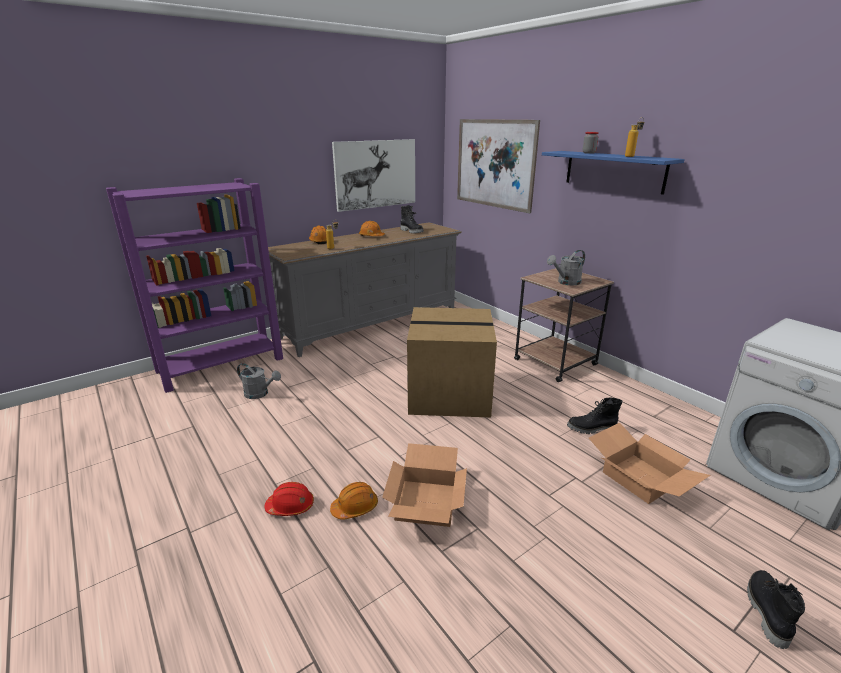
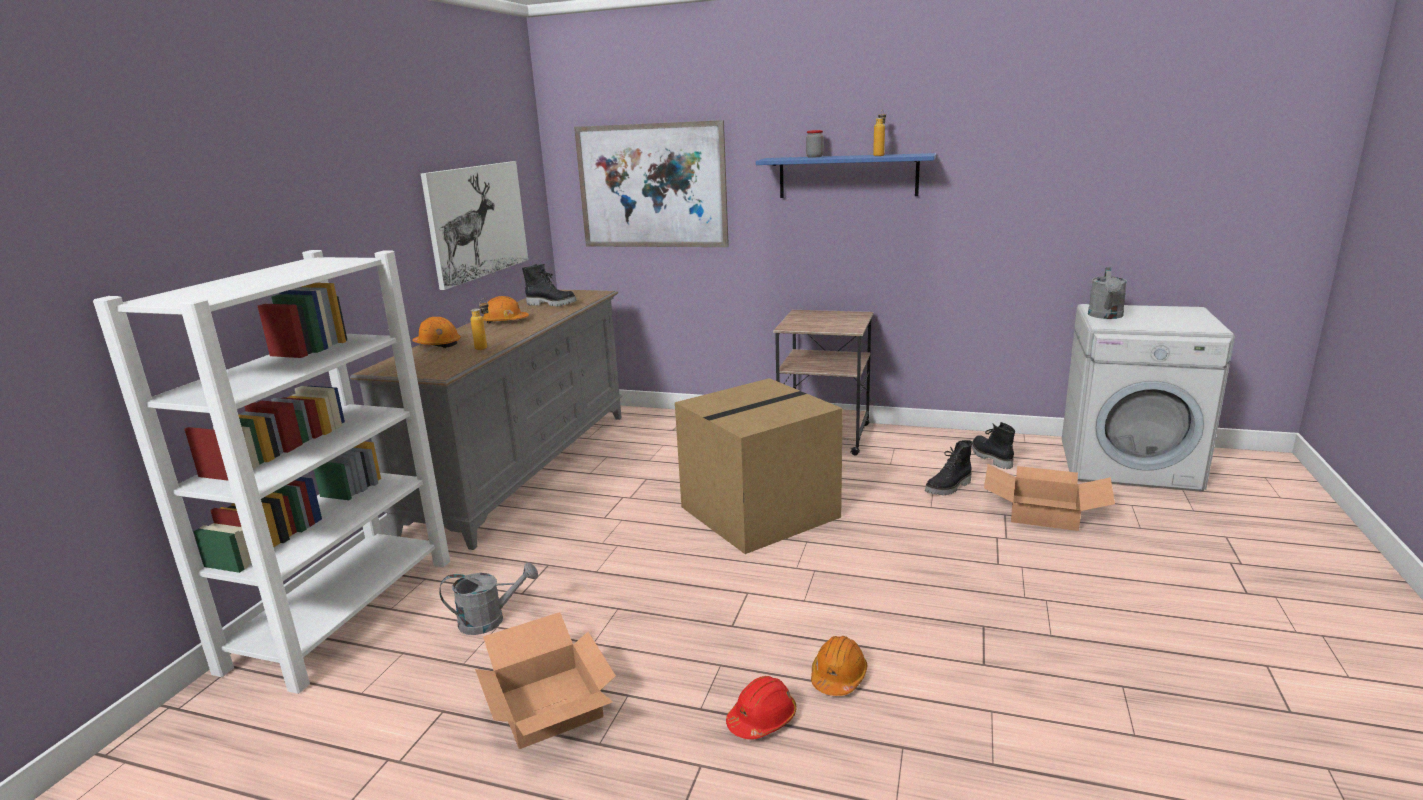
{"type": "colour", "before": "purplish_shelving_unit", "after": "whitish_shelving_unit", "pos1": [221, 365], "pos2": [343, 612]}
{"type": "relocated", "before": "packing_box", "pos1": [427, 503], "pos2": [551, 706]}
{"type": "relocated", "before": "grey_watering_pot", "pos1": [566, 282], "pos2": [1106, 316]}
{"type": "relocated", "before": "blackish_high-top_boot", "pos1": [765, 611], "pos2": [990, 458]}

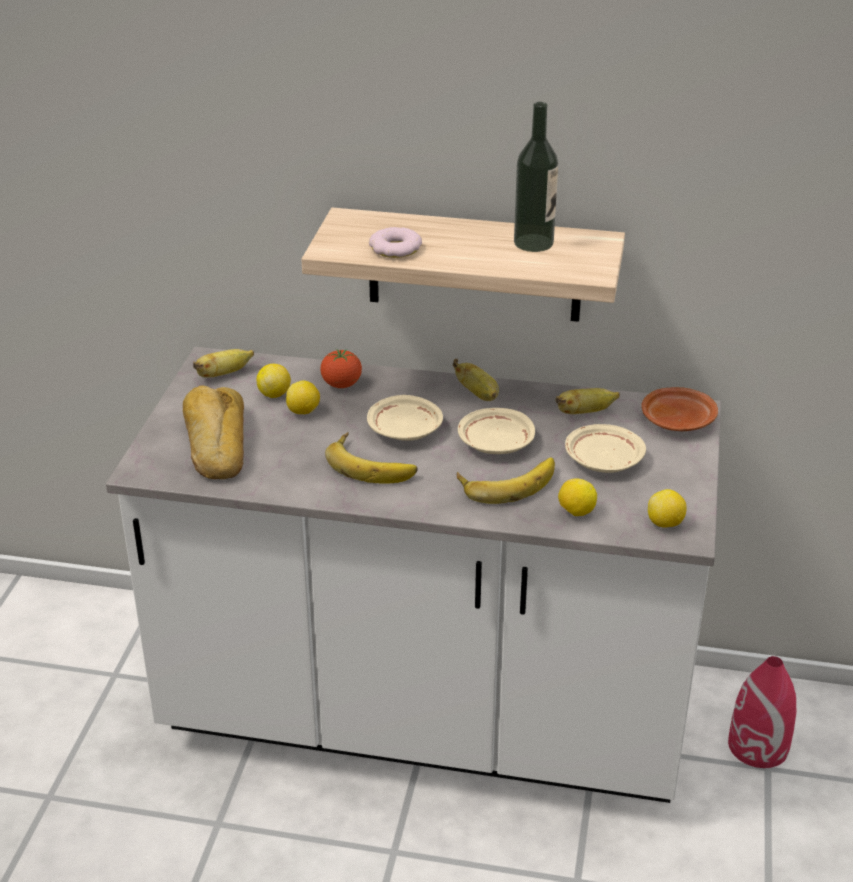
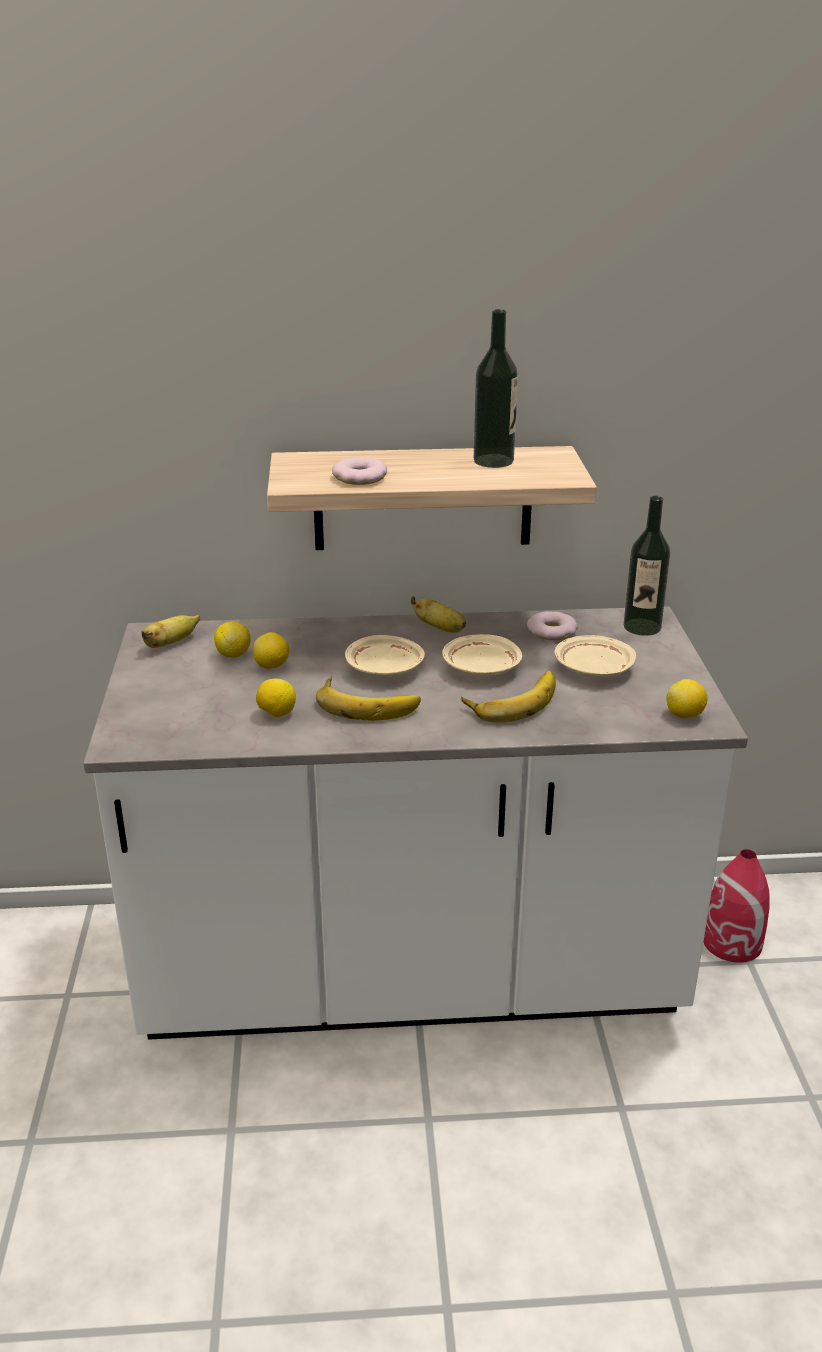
{"type": "missing", "before": "bread", "pos1": [215, 443]}
{"type": "missing", "before": "whole_tomato", "pos1": [341, 385]}
{"type": "exchanged", "before": "whole_banana", "after": "ring_doughnut", "pos1": [585, 412], "pos2": [552, 631]}
{"type": "relocated", "before": "citrus_fruit", "pos1": [576, 512], "pos2": [276, 714]}
{"type": "exchanged", "before": "brownish_flat_dish", "after": "bottle", "pos1": [678, 420], "pos2": [642, 627]}

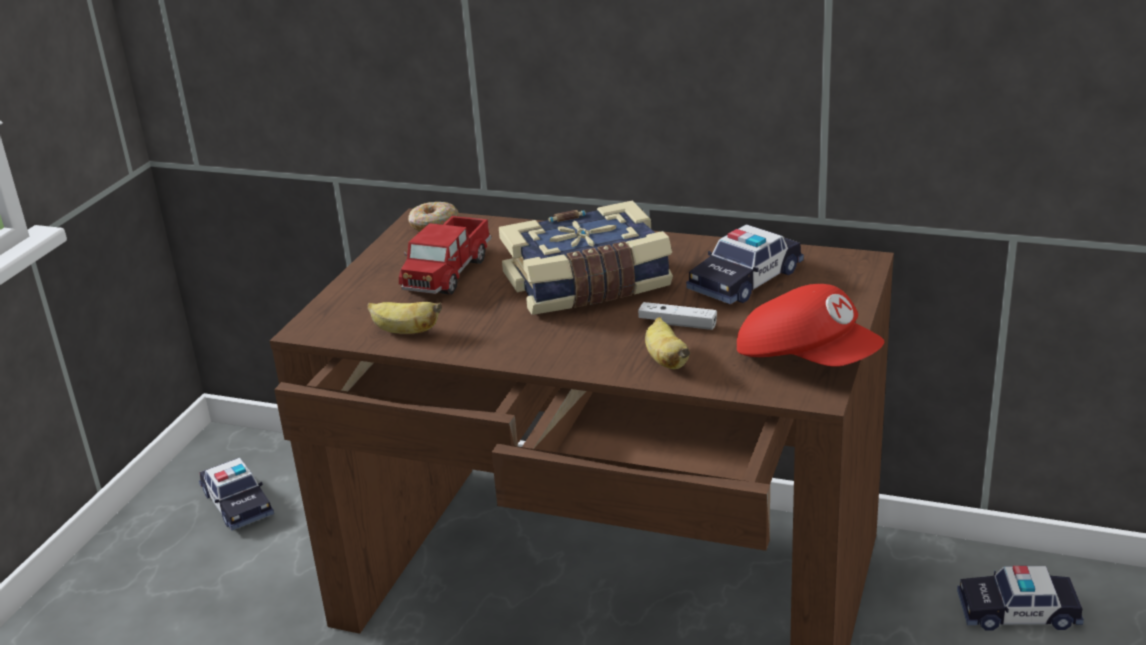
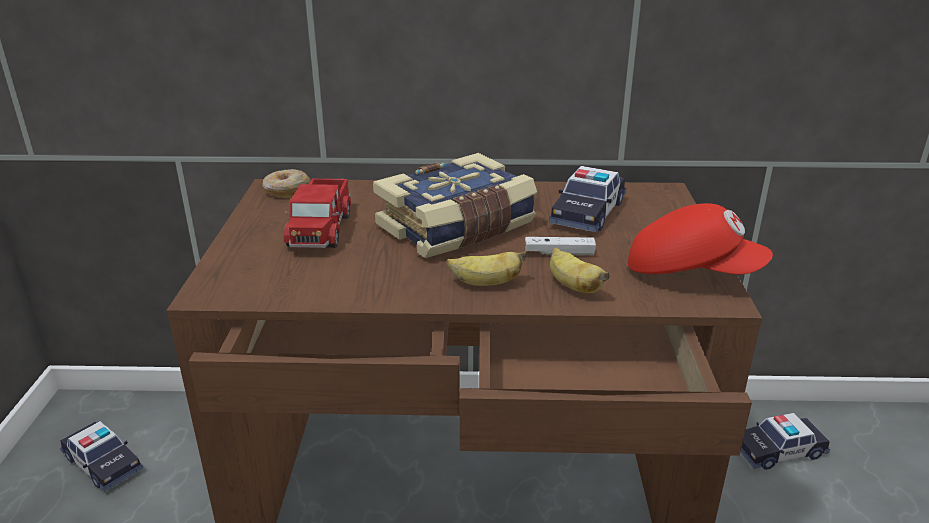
{"type": "relocated", "before": "whole_banana", "pos1": [404, 331], "pos2": [485, 283]}

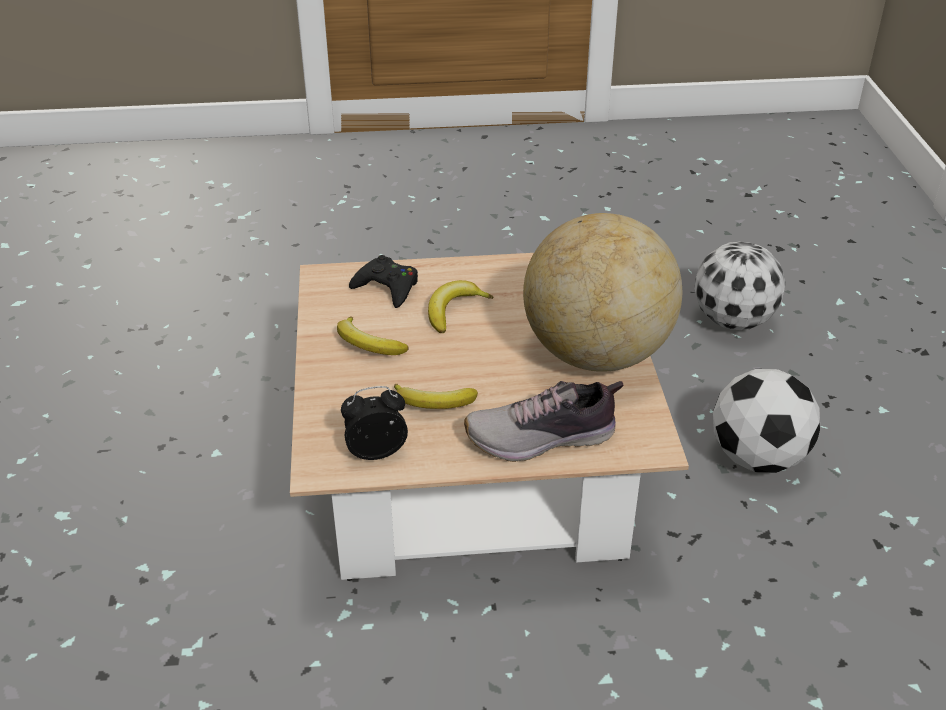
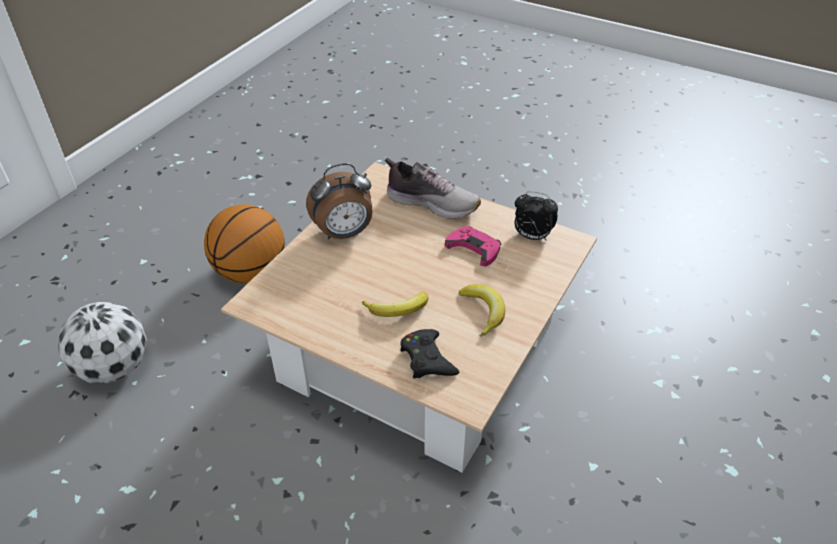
{"type": "exchanged", "before": "whole_banana", "after": "pinkish_game_controller", "pos1": [434, 404], "pos2": [474, 248]}
{"type": "exchanged", "before": "desk_globe", "after": "bedside_clock", "pos1": [596, 354], "pos2": [344, 233]}
{"type": "exchanged", "before": "ball_for_football", "after": "basketball", "pos1": [757, 458], "pos2": [250, 272]}

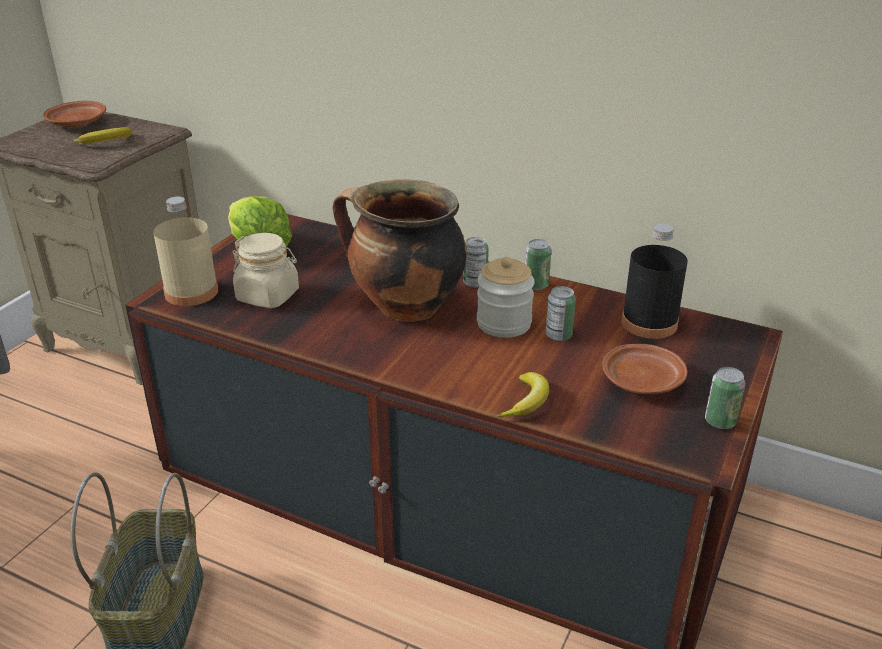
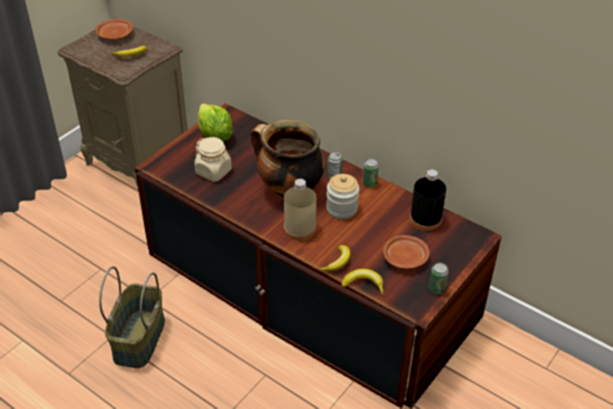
{"type": "relocated", "before": "sand-coloured_bottle", "pos1": [191, 292], "pos2": [300, 229]}
{"type": "missing", "before": "sealed_can", "pos1": [558, 335]}
{"type": "appeared", "after": "whole_banana", "pos2": [363, 284]}

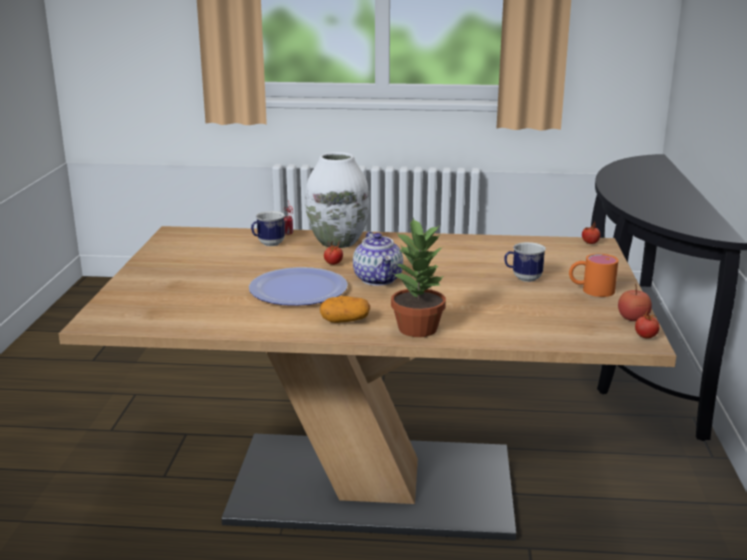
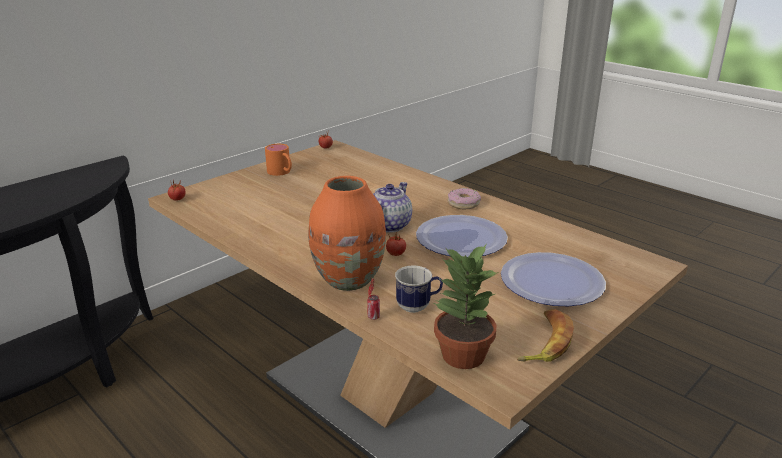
{"type": "colour", "before": "whitish_flower_vase", "after": "orange_flower_vase", "pos1": [337, 242], "pos2": [349, 280]}
{"type": "exchanged", "before": "whole_potato", "after": "ring_doughnut", "pos1": [345, 321], "pos2": [463, 204]}
{"type": "relocated", "before": "potted_plant", "pos1": [418, 328], "pos2": [462, 355]}
{"type": "missing", "before": "coffee_mug", "pos1": [522, 278]}
{"type": "missing", "before": "apple", "pos1": [633, 318]}
{"type": "appeared", "after": "flat_dish", "pos2": [552, 281]}
{"type": "appeared", "after": "whole_banana", "pos2": [545, 342]}

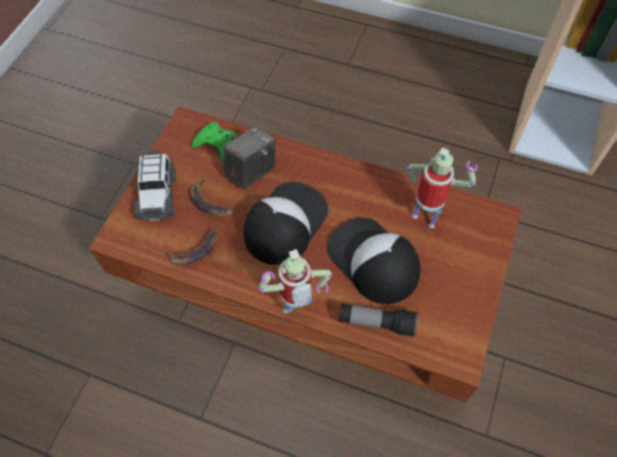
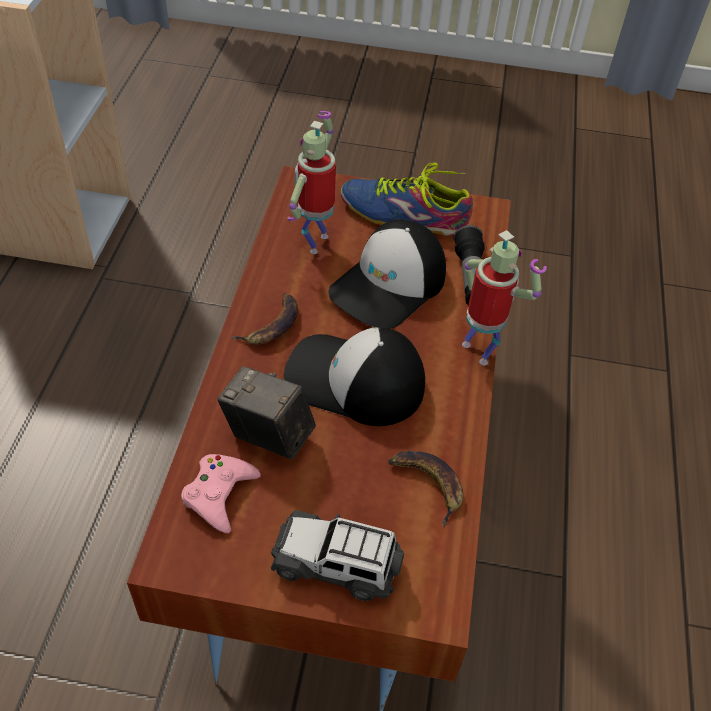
{"type": "spun", "before": "miniature_car", "pos1": [157, 194], "pos2": [336, 564], "turn": -150}
{"type": "relocated", "before": "whole_banana", "pos1": [211, 202], "pos2": [272, 324]}
{"type": "colour", "before": "greenish_game_controller", "after": "pinkish_game_controller", "pos1": [217, 145], "pos2": [219, 494]}
{"type": "appeared", "after": "low_shoe", "pos2": [404, 215]}

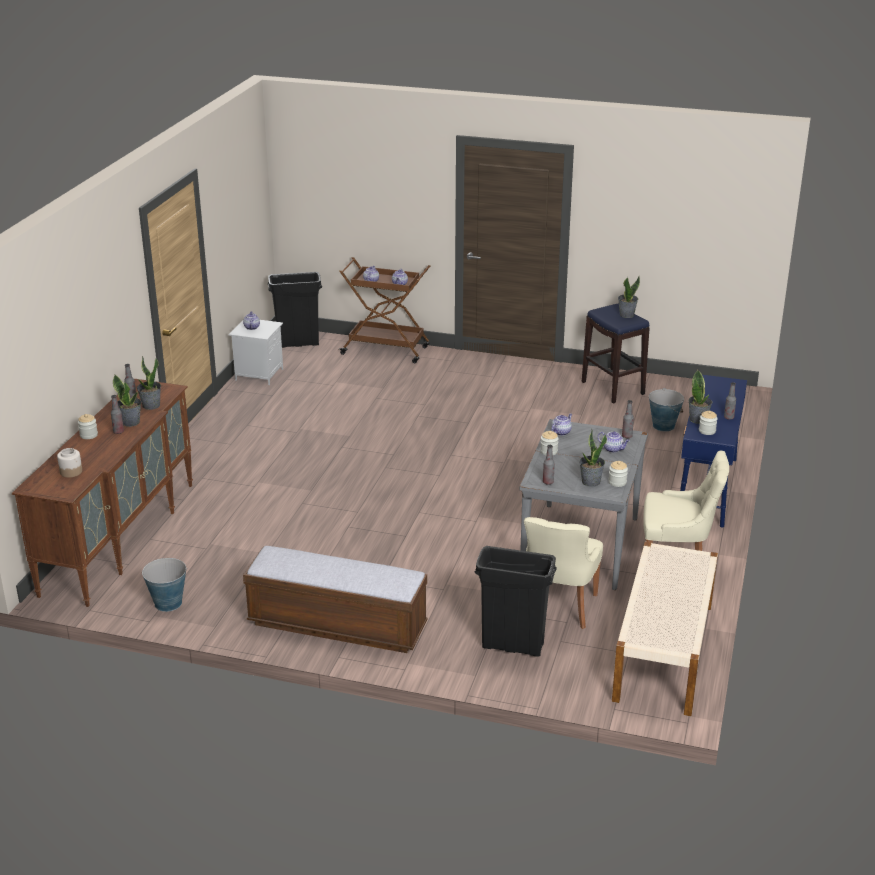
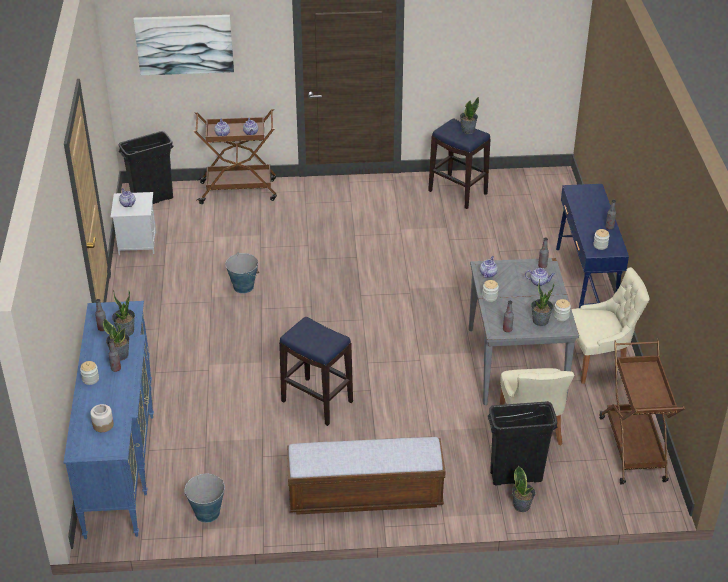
{"type": "colour", "before": "brownish_storage_cabinet", "after": "blue-coloured_storage_cabinet", "pos1": [121, 538], "pos2": [121, 456]}
{"type": "exchanged", "before": "sand-coloured_bench", "after": "brownish_cart", "pos1": [664, 651], "pos2": [632, 450]}
{"type": "relocated", "before": "water_bucket", "pos1": [663, 426], "pos2": [243, 286]}
{"type": "relocated", "before": "potted_plant", "pos1": [698, 419], "pos2": [522, 505]}
{"type": "appeared", "after": "wall_art", "pos2": [184, 44]}
{"type": "appeared", "after": "stool_seat", "pos2": [317, 401]}

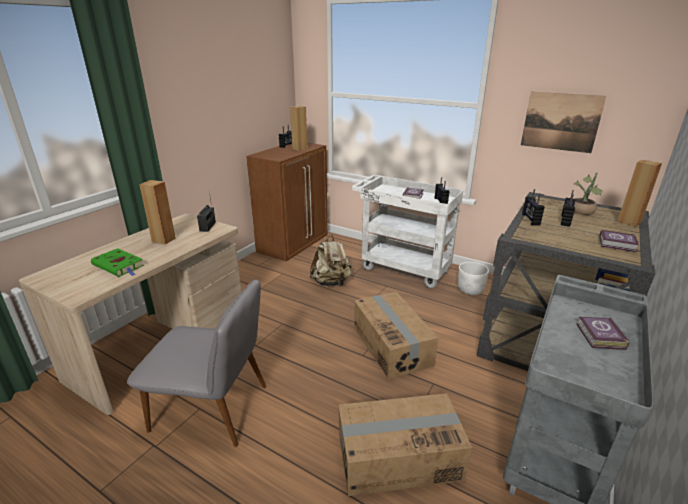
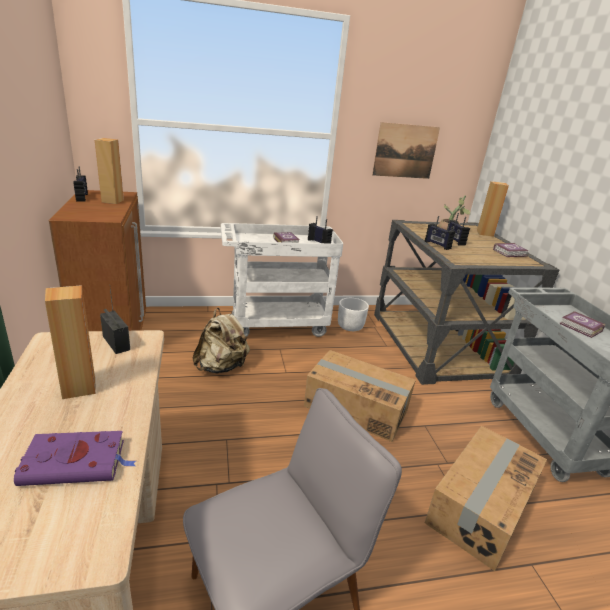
{"type": "colour", "before": "greenish_book", "after": "purplish_book", "pos1": [119, 266], "pos2": [77, 462]}

